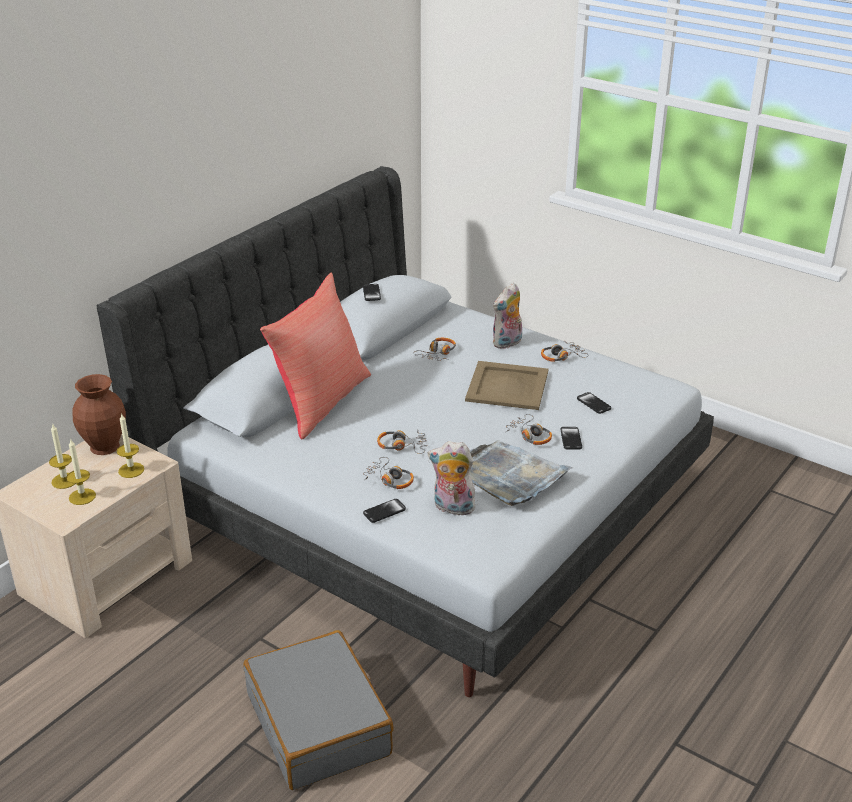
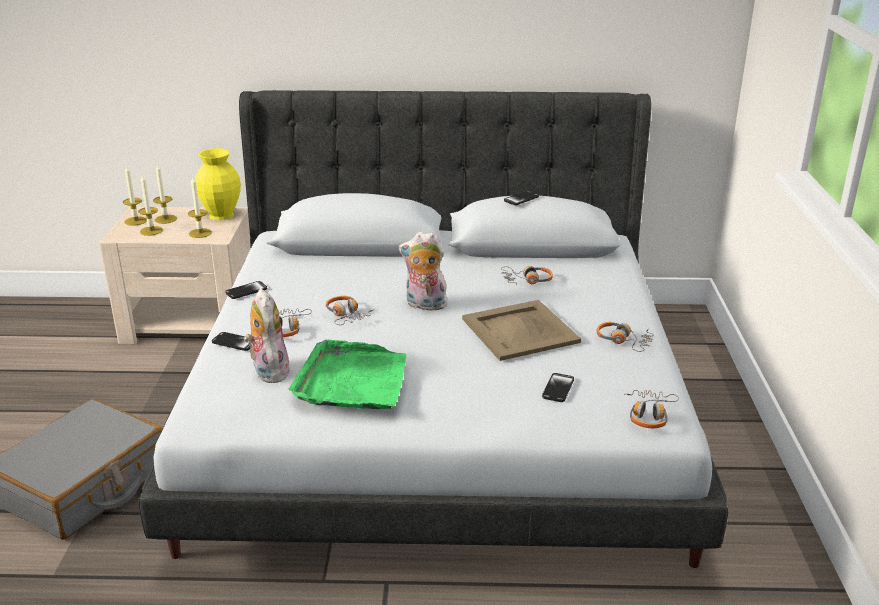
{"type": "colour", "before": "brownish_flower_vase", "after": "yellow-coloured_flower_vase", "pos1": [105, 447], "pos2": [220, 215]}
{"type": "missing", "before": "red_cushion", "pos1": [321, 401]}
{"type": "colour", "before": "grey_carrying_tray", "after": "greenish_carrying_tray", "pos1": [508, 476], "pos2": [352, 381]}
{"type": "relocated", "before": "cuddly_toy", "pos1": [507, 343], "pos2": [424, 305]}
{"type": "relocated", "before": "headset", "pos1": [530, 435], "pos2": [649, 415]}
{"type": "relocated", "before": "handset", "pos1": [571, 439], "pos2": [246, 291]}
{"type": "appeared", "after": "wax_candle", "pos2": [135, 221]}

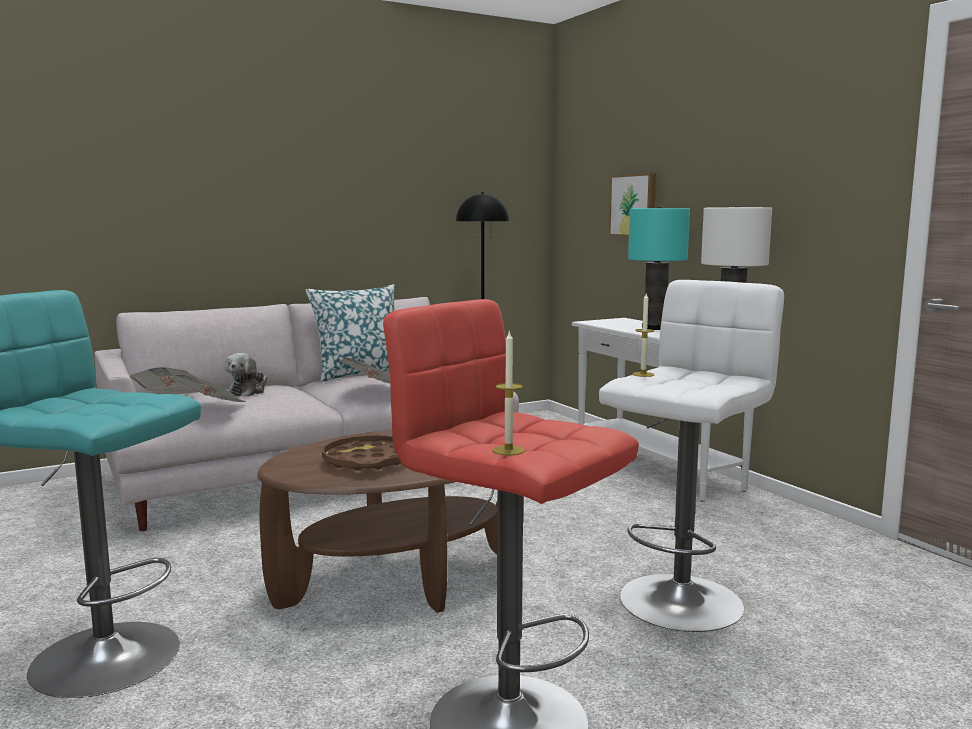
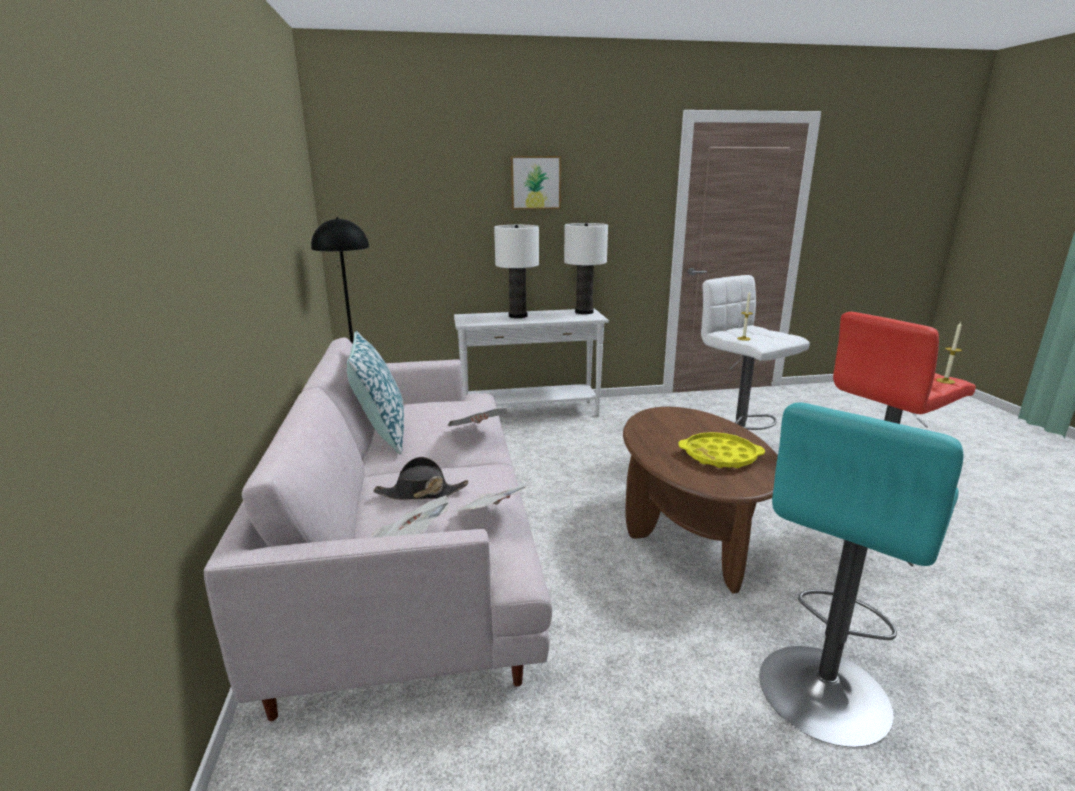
{"type": "exchanged", "before": "cuddly_toy", "after": "blackish_hat", "pos1": [248, 391], "pos2": [421, 493]}
{"type": "colour", "before": "brownish_carrying_tray", "after": "yellow-coloured_carrying_tray", "pos1": [368, 461], "pos2": [720, 456]}
{"type": "relocated", "before": "wall_art", "pos1": [634, 205], "pos2": [535, 182]}
{"type": "colour", "before": "turquoise-coloured_lamp_for_a_table", "after": "whitish_lamp_for_a_table", "pos1": [654, 328], "pos2": [517, 316]}

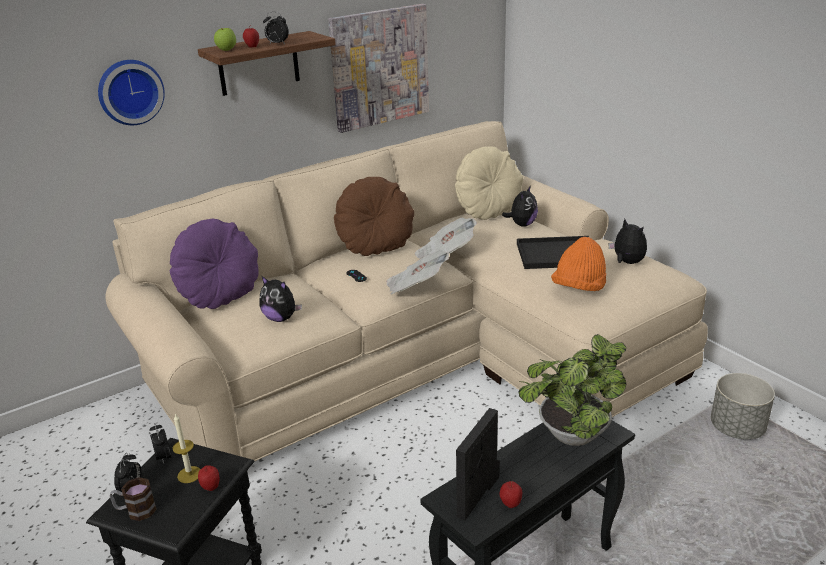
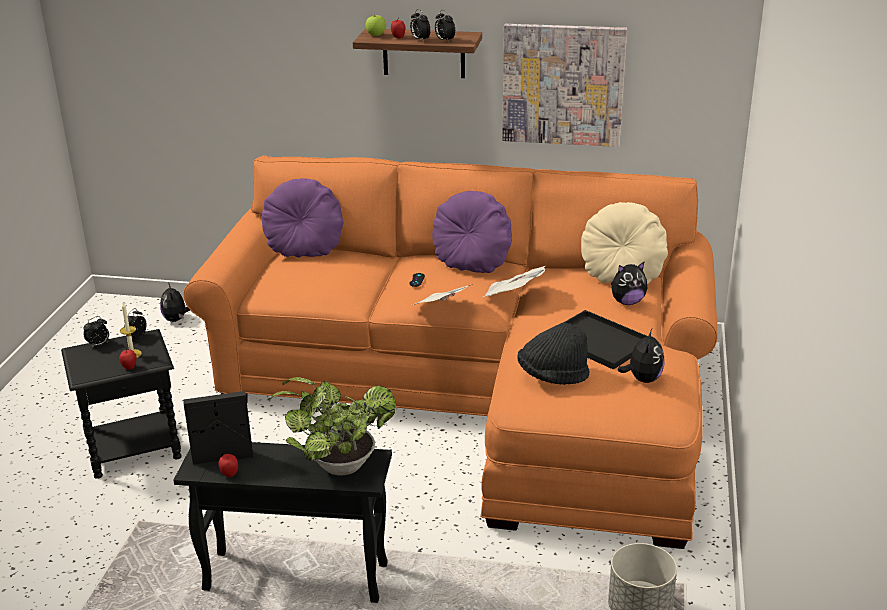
{"type": "missing", "before": "hanging_clock", "pos1": [130, 91]}
{"type": "colour", "before": "sand-coloured_settee", "after": "orange_settee", "pos1": [421, 357], "pos2": [484, 394]}
{"type": "missing", "before": "coffee_mug", "pos1": [135, 511]}
{"type": "relocated", "before": "cuddly_toy", "pos1": [281, 318], "pos2": [176, 319]}
{"type": "colour", "before": "brownish_cushion", "after": "purplish_cushion", "pos1": [376, 249], "pos2": [472, 266]}
{"type": "colour", "before": "orange_hat", "after": "blackish_hat", "pos1": [579, 288], "pos2": [552, 376]}
{"type": "appeared", "after": "bedside_clock", "pos2": [444, 40]}

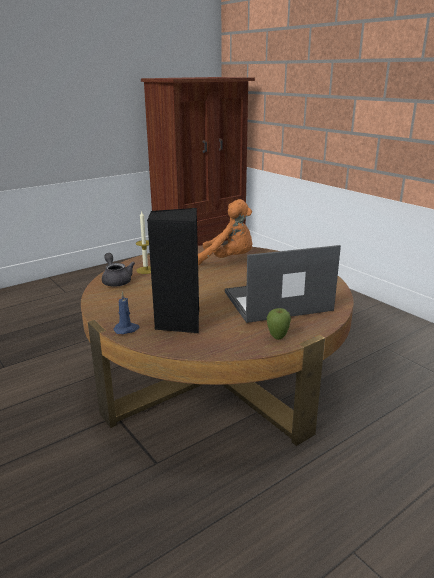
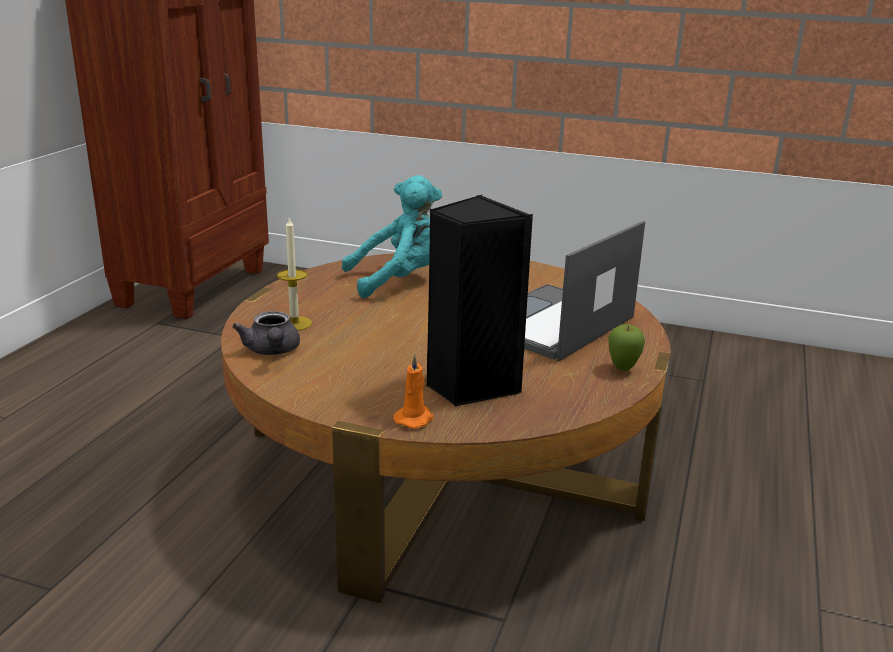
{"type": "spun", "before": "grey_tea_pot", "pos1": [116, 280], "pos2": [272, 351], "turn": -135}
{"type": "colour", "before": "blue-coloured_wax_candle", "after": "orange_wax_candle", "pos1": [127, 329], "pos2": [415, 418]}
{"type": "colour", "before": "orange_cuddly_toy", "after": "turquoise-coloured_cuddly_toy", "pos1": [228, 260], "pos2": [398, 280]}

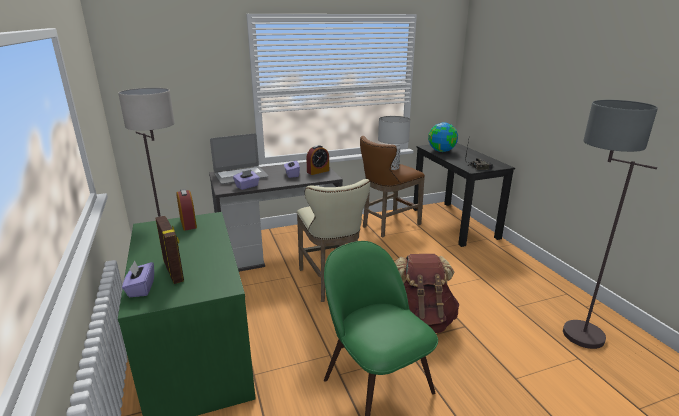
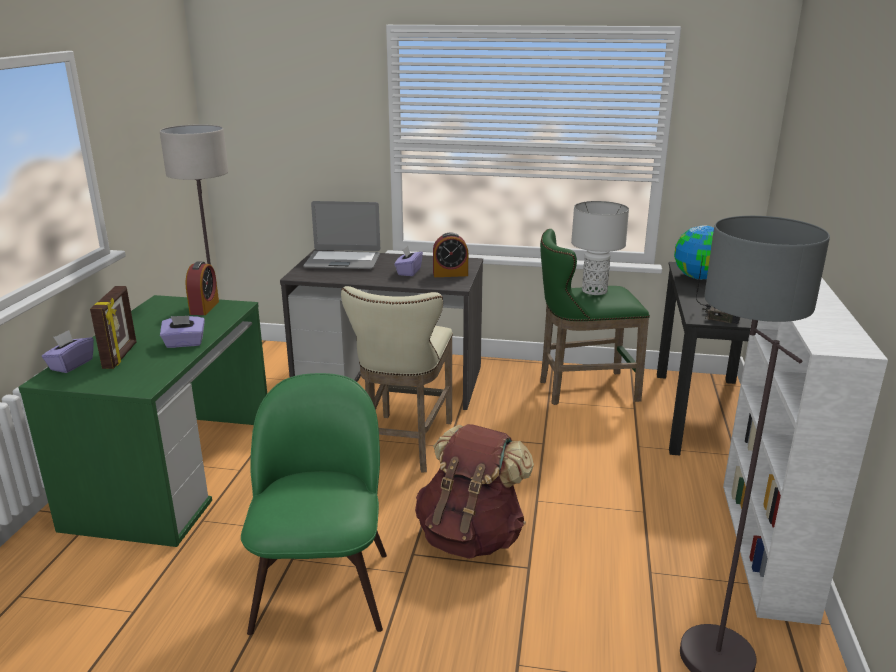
{"type": "relocated", "before": "purplish_box_of_tissues", "pos1": [247, 186], "pos2": [184, 343]}
{"type": "colour", "before": "brownish_stool_seat", "after": "greenish_stool_seat", "pos1": [387, 226], "pos2": [582, 389]}
{"type": "appeared", "after": "whitish_shelving_unit", "pos2": [766, 548]}

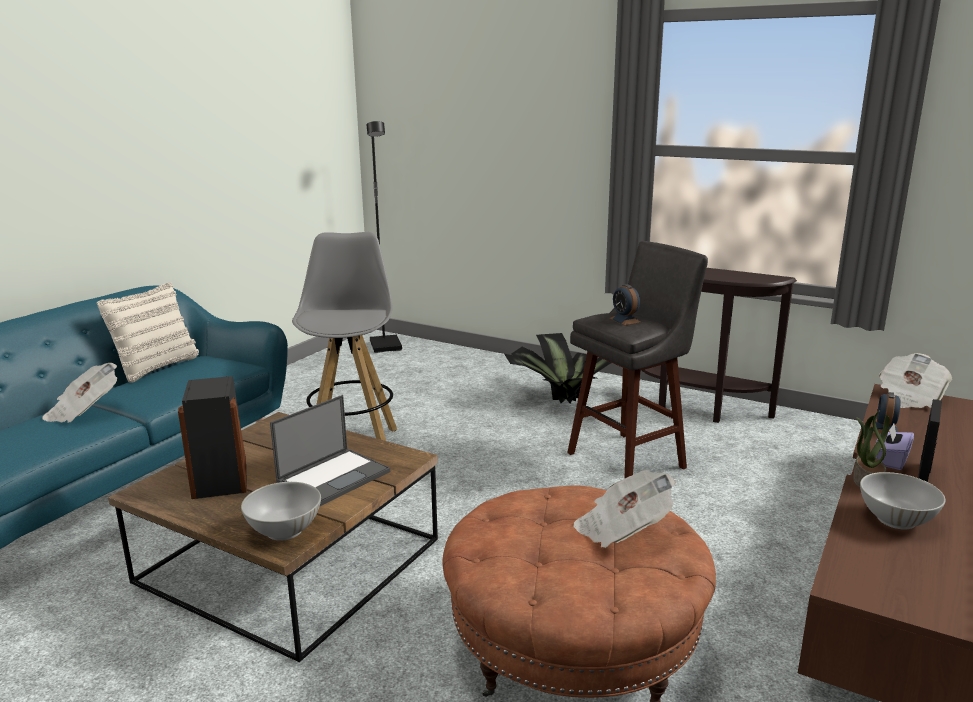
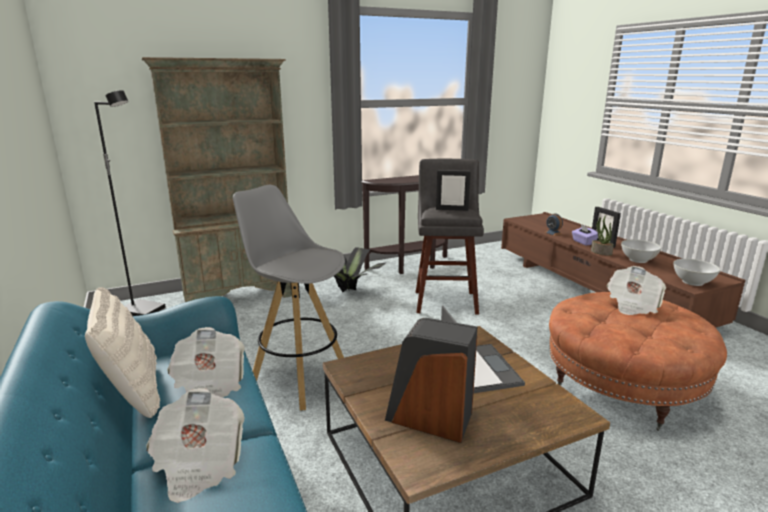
{"type": "relocated", "before": "whitish_bowl", "pos1": [284, 530], "pos2": [692, 282]}
{"type": "exchanged", "before": "bedside_clock", "after": "picture_frame", "pos1": [625, 320], "pos2": [452, 209]}
{"type": "relocated", "before": "daily_paper", "pos1": [909, 398], "pos2": [209, 384]}
{"type": "appeared", "after": "greenish_shelving_unit", "pos2": [240, 294]}

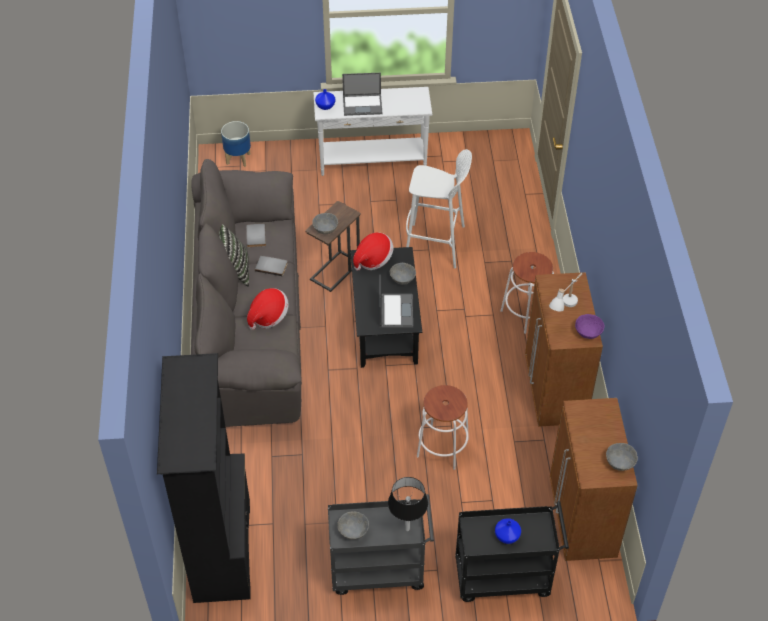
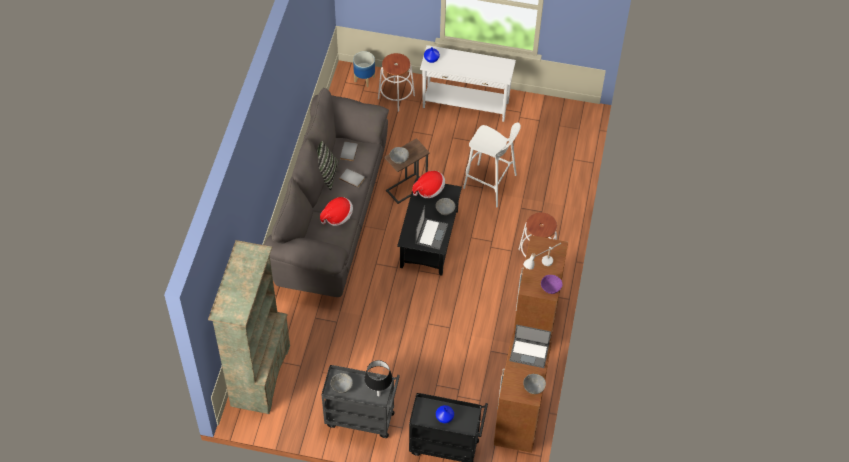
{"type": "colour", "before": "blackish_shelving_unit", "after": "greenish_shelving_unit", "pos1": [221, 550], "pos2": [260, 375]}
{"type": "relocated", "before": "portable_computer", "pos1": [363, 104], "pos2": [529, 352]}
{"type": "relocated", "before": "whitish_stool_seat", "pos1": [442, 447], "pos2": [396, 97]}

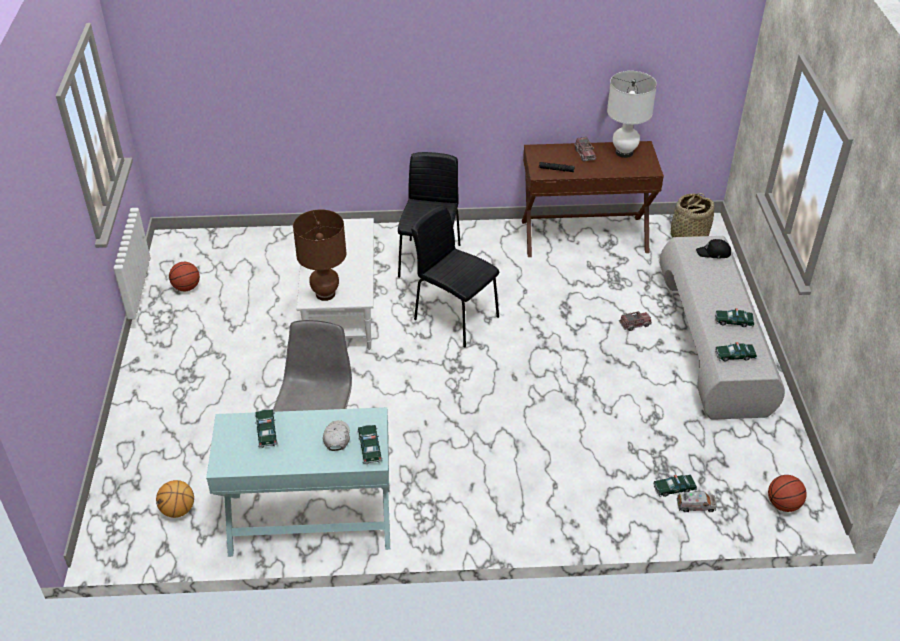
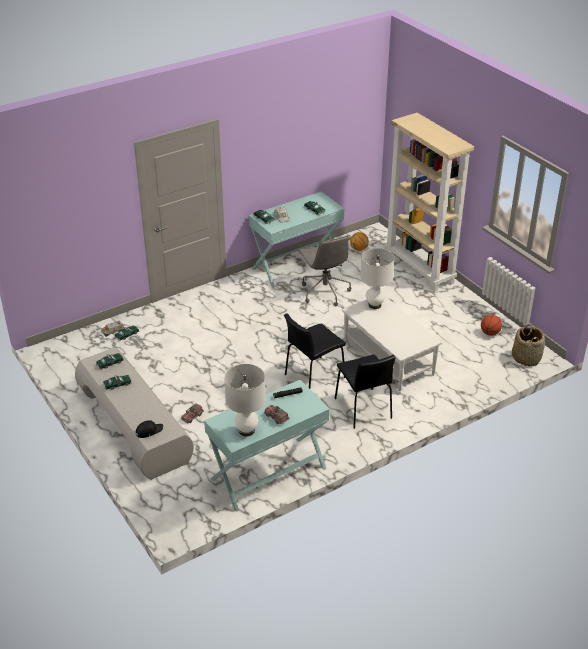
{"type": "colour", "before": "brownish_lamp_for_a_table", "after": "whitish_lamp_for_a_table", "pos1": [325, 294], "pos2": [374, 305]}
{"type": "spun", "before": "blackish_upright_chair", "pos1": [453, 317], "pos2": [313, 377], "turn": 135}
{"type": "colour", "before": "brownish_desk", "after": "turquoise-coloured_desk", "pos1": [584, 236], "pos2": [268, 474]}
{"type": "relocated", "before": "household_basket", "pos1": [688, 236], "pos2": [526, 358]}
{"type": "missing", "before": "basketball", "pos1": [783, 504]}
{"type": "appeared", "after": "sand-coloured_shelving_unit", "pos2": [420, 269]}

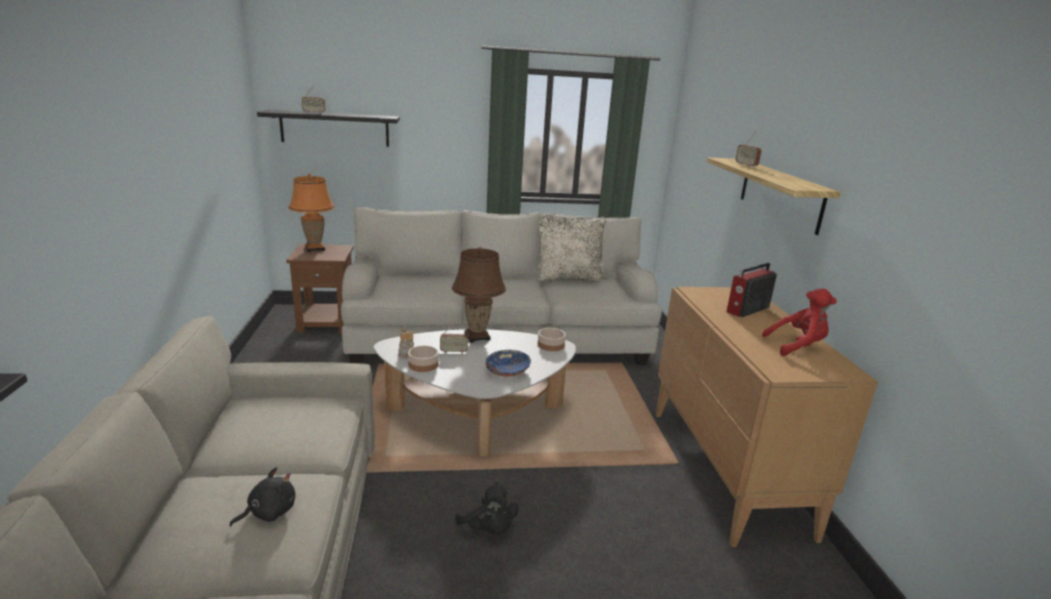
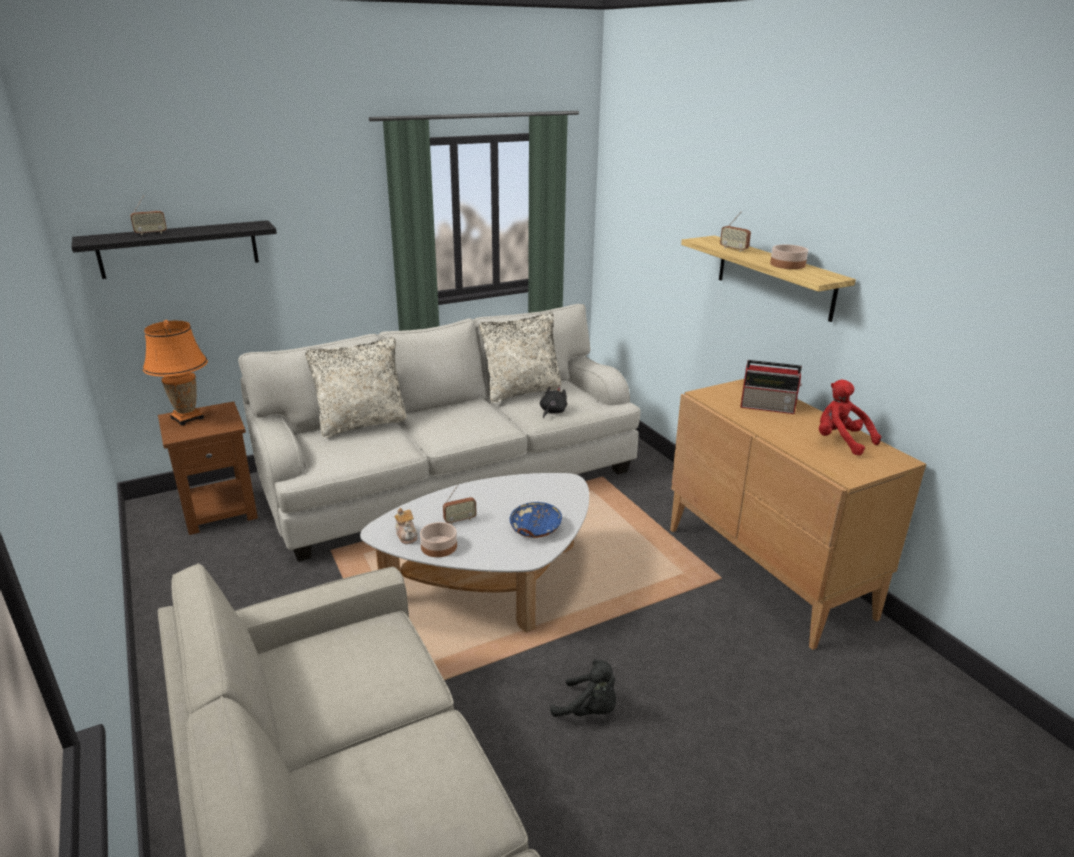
{"type": "relocated", "before": "blackish_cuddly_toy", "pos1": [269, 512], "pos2": [552, 412]}
{"type": "missing", "before": "brownish_lamp_for_a_table", "pos1": [477, 336]}
{"type": "relocated", "before": "bowl", "pos1": [551, 345], "pos2": [788, 264]}
{"type": "spun", "before": "radio_receiver", "pos1": [746, 310], "pos2": [768, 407], "turn": -105}
{"type": "spun", "before": "red_cuddly_toy", "pos1": [797, 346], "pos2": [840, 441], "turn": -105}
{"type": "appeared", "after": "sand-coloured_cushion", "pos2": [363, 425]}

